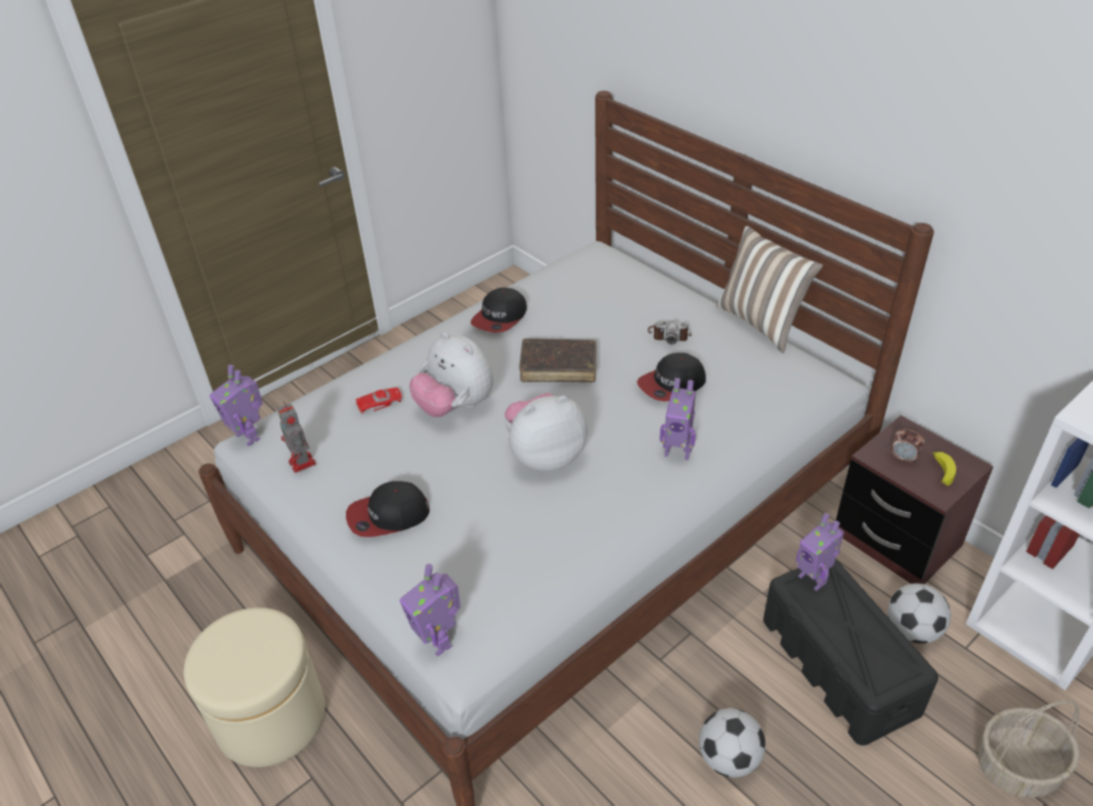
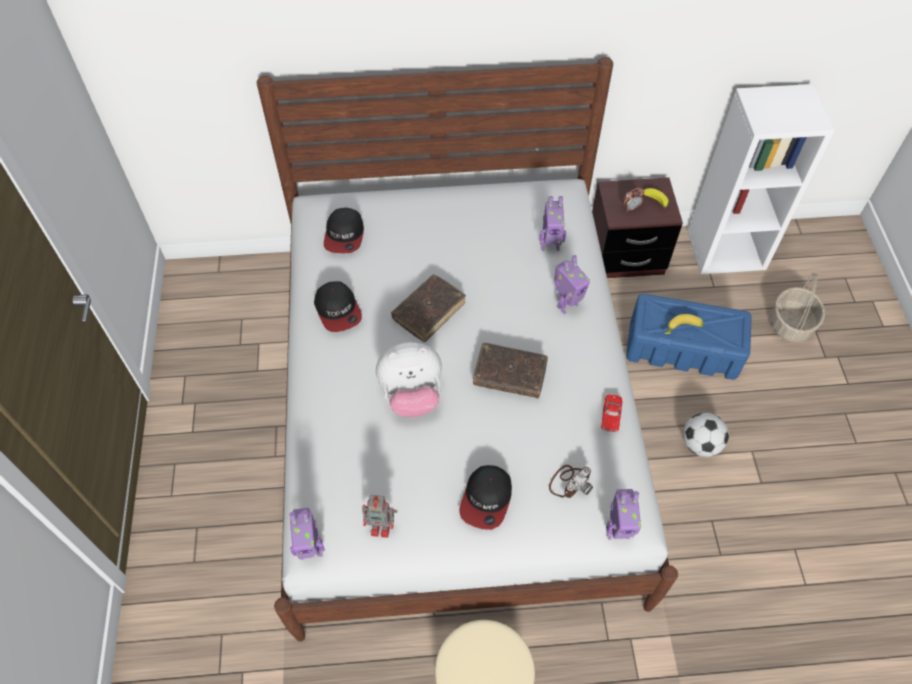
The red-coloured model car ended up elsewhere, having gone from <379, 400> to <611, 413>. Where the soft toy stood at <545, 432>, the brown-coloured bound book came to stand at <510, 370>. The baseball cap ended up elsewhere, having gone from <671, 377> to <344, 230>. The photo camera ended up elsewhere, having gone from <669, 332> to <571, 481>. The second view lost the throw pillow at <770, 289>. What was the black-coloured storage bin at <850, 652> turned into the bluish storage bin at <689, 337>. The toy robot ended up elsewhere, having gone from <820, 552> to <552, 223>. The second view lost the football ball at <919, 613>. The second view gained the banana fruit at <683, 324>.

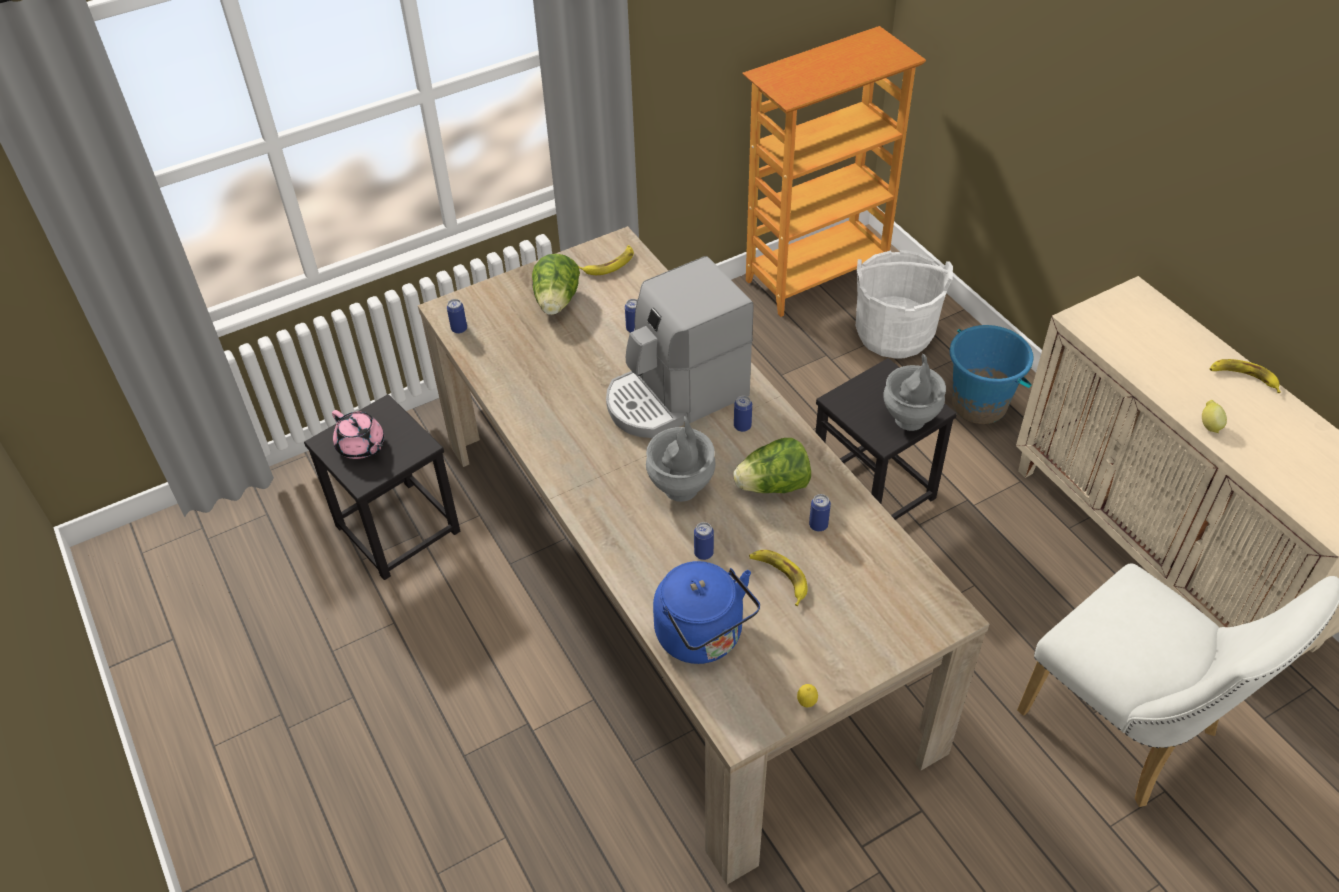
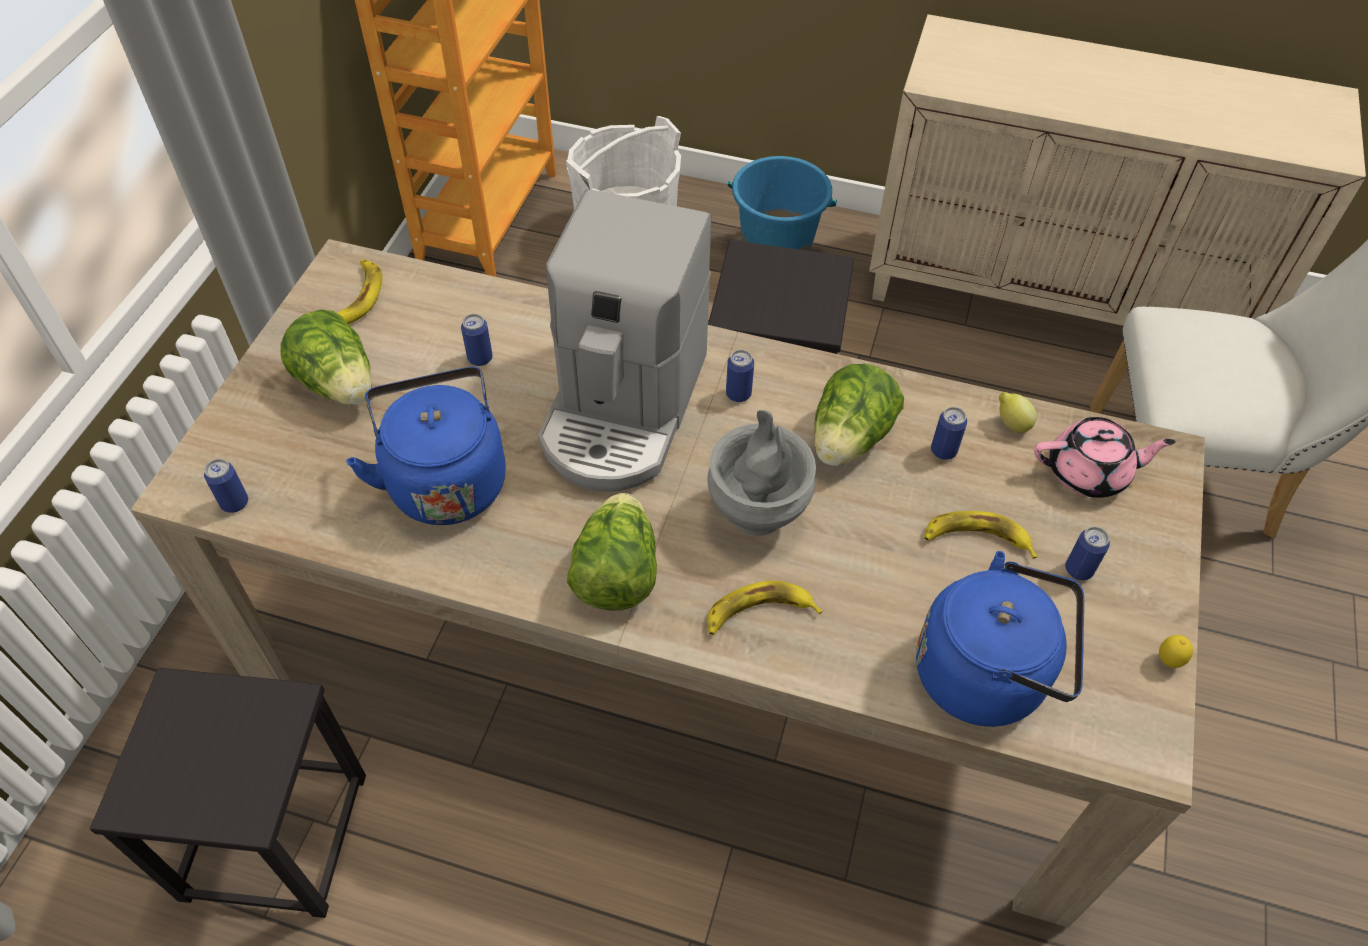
The pinkish tea pot ended up elsewhere, having gone from <358, 434> to <1105, 457>. The metal can ended up elsewhere, having gone from <704, 541> to <1087, 553>. The second view lost the grey vase at <914, 392>. The whole lemon ended up elsewhere, having gone from <1214, 416> to <1018, 412>. The banana fruit ended up elsewhere, having gone from <1245, 376> to <765, 608>. The second view gained the bluish kettle at <426, 446>. The second view gained the lettuce head at <612, 552>.

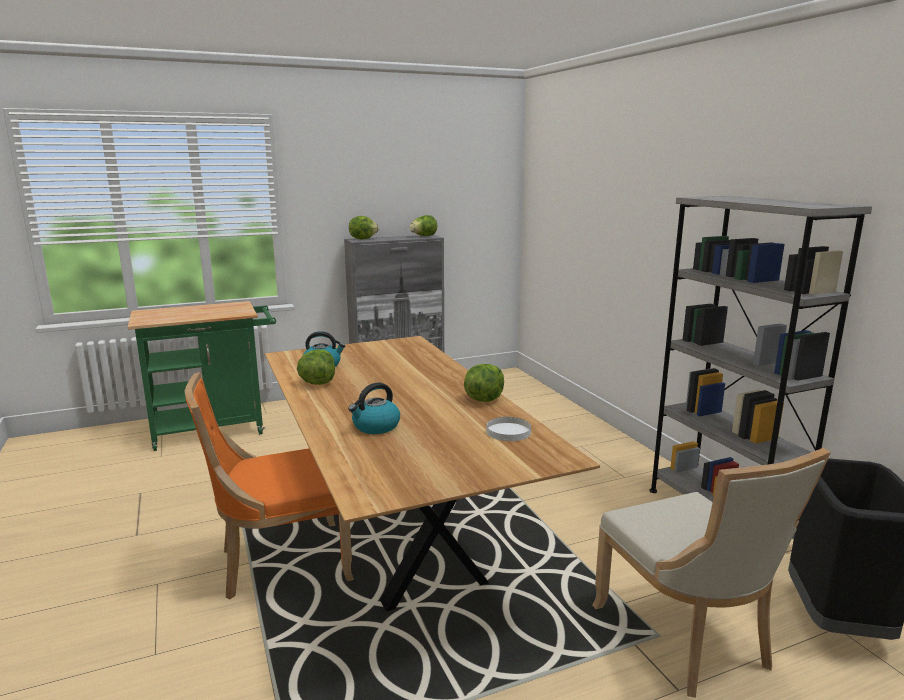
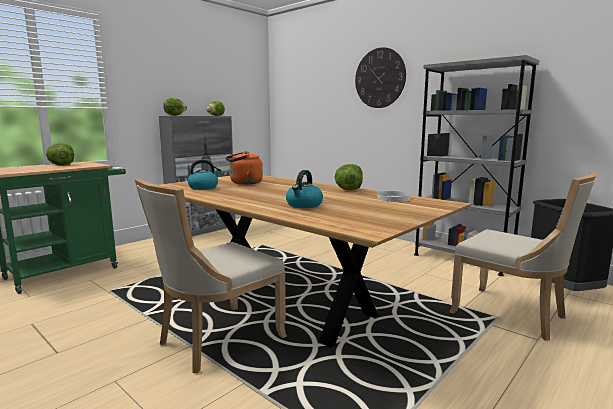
What was the orangey chair at <269, 486> turned into the beige-coloured chair at <211, 276>. The lettuce head ended up elsewhere, having gone from <316, 367> to <60, 154>. The second view gained the orangey kettle at <244, 168>. The second view gained the hanging clock at <380, 77>.

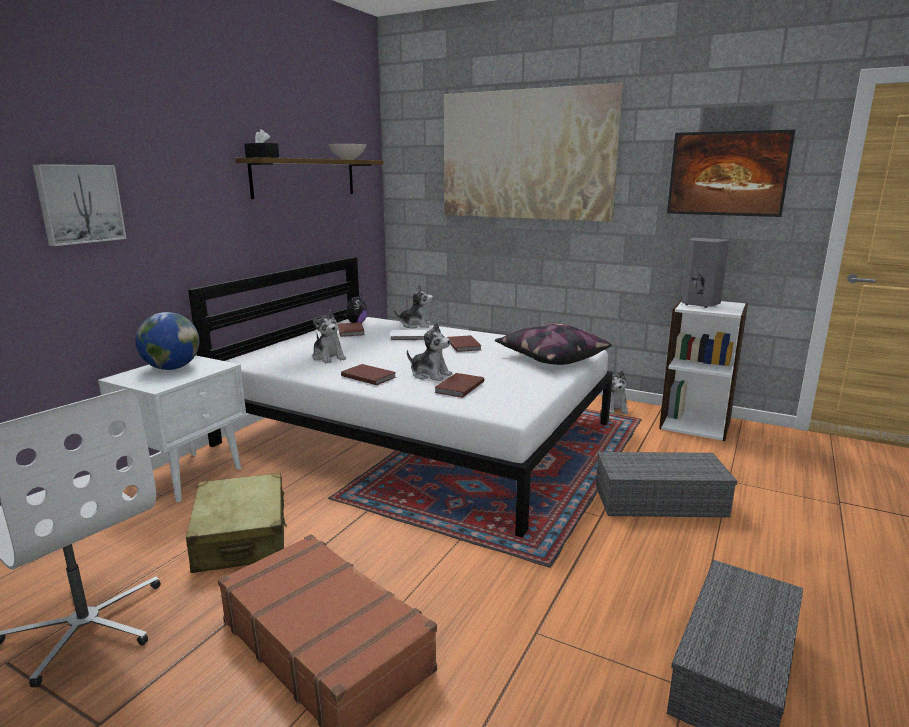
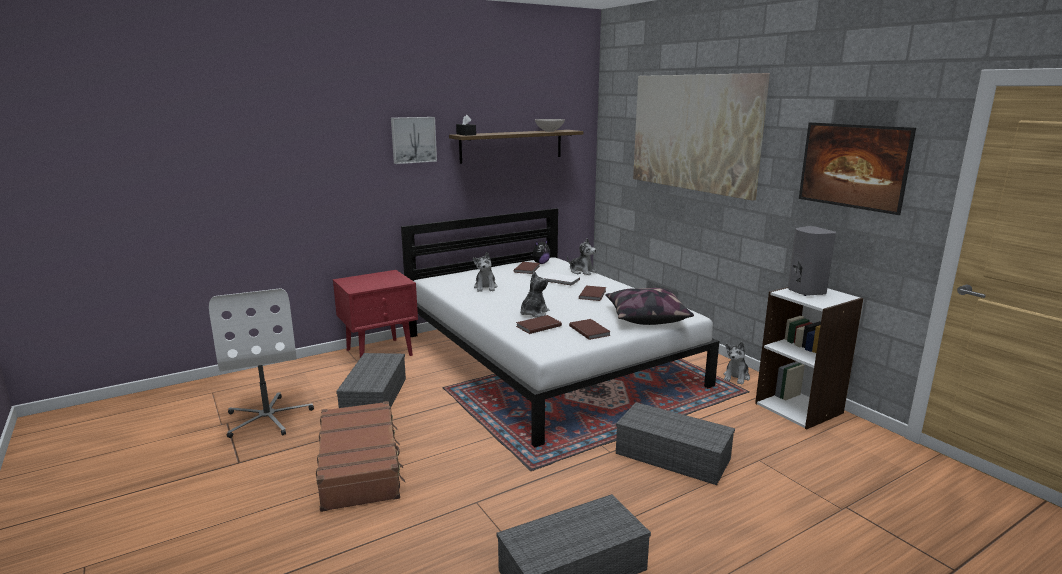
The picture ended up elsewhere, having gone from <79, 205> to <414, 140>. What was the whitish night table at <172, 428> turned into the red-coloured night table at <375, 314>. The second view lost the world globe at <167, 341>. Where the beige-coloured piece of luggage stood at <236, 523>, the grey storage bin came to stand at <371, 380>. The brown-coloured bound book ended up elsewhere, having gone from <368, 374> to <590, 329>. The soft toy at <430, 352> ended up facing another way, 120 degrees counterclockwise from before.

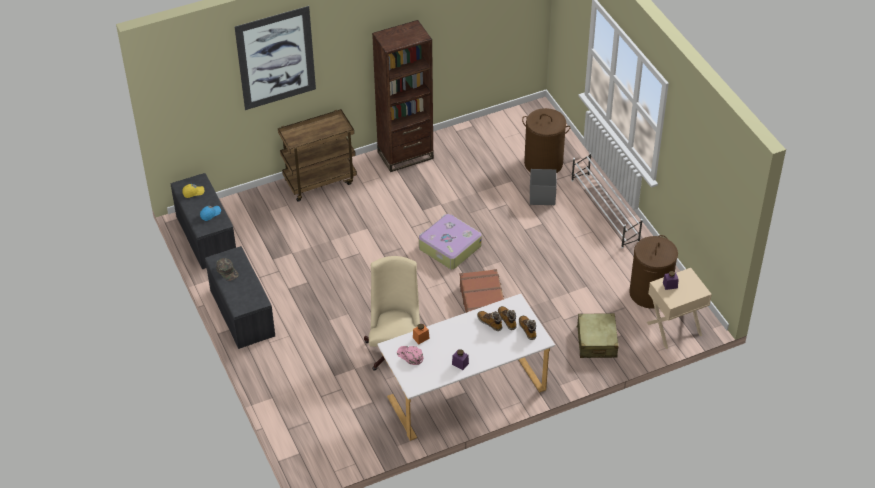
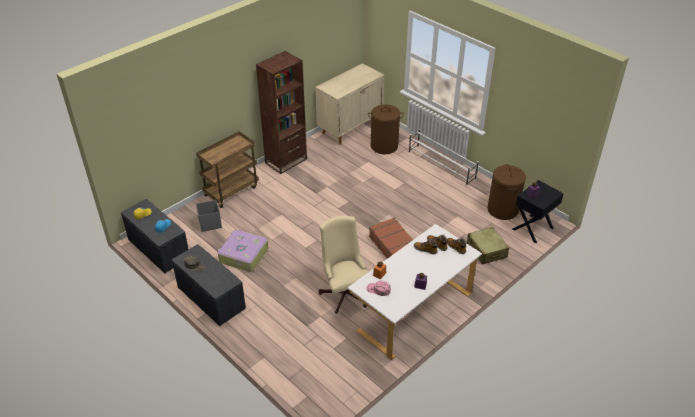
The second view lost the picture at <275, 58>. The piece of luggage ended up elsewhere, having gone from <450, 241> to <243, 251>. The grey storage bin ended up elsewhere, having gone from <543, 187> to <209, 216>. What was the beige-coloured night table at <679, 308> turned into the black-coloured night table at <538, 211>. The second view gained the beige-coloured cupboard at <349, 104>.

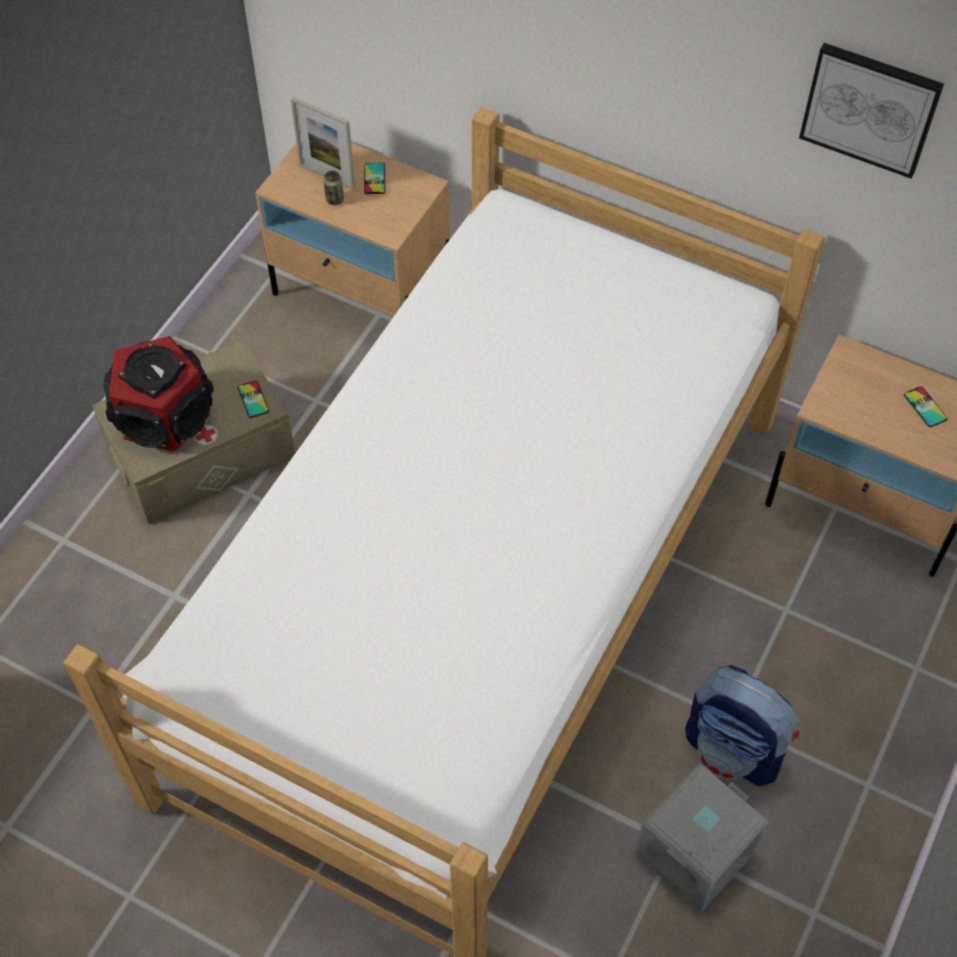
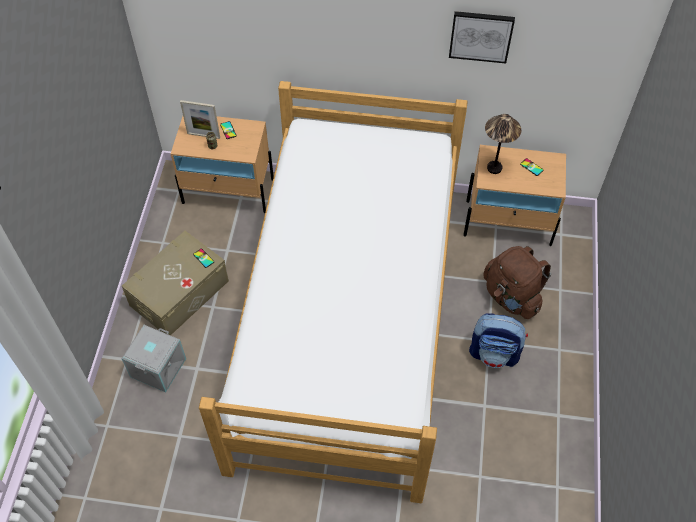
The second view lost the audio speaker at <158, 394>. The grey storage bin ended up elsewhere, having gone from <702, 838> to <154, 358>. The second view gained the brown-coloured rucksack at <517, 282>. The second view gained the table lamp at <503, 144>.

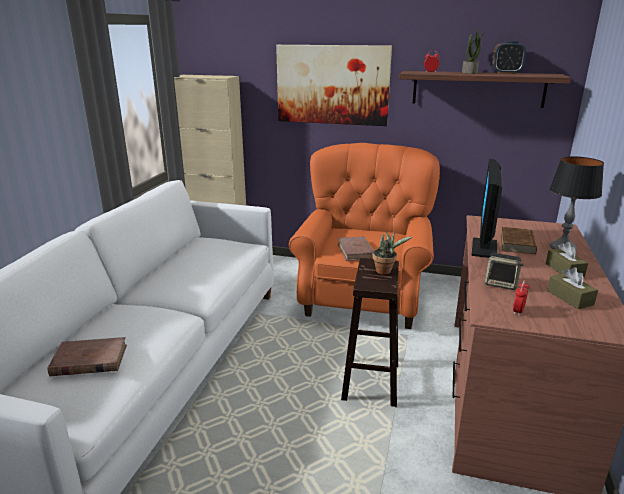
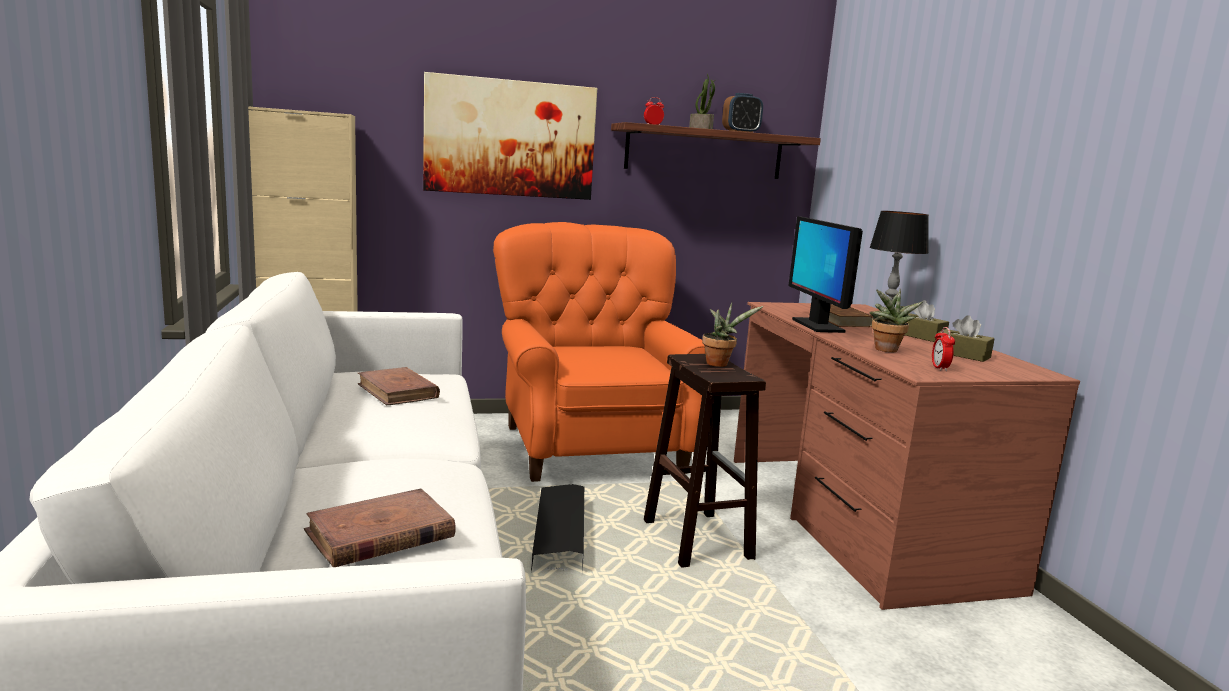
The brown-coloured bound book ended up elsewhere, having gone from <356, 248> to <399, 386>. Where the audio speaker stood at <504, 271>, the potted plant came to stand at <896, 320>. The second view gained the black-coloured storage bin at <557, 529>.

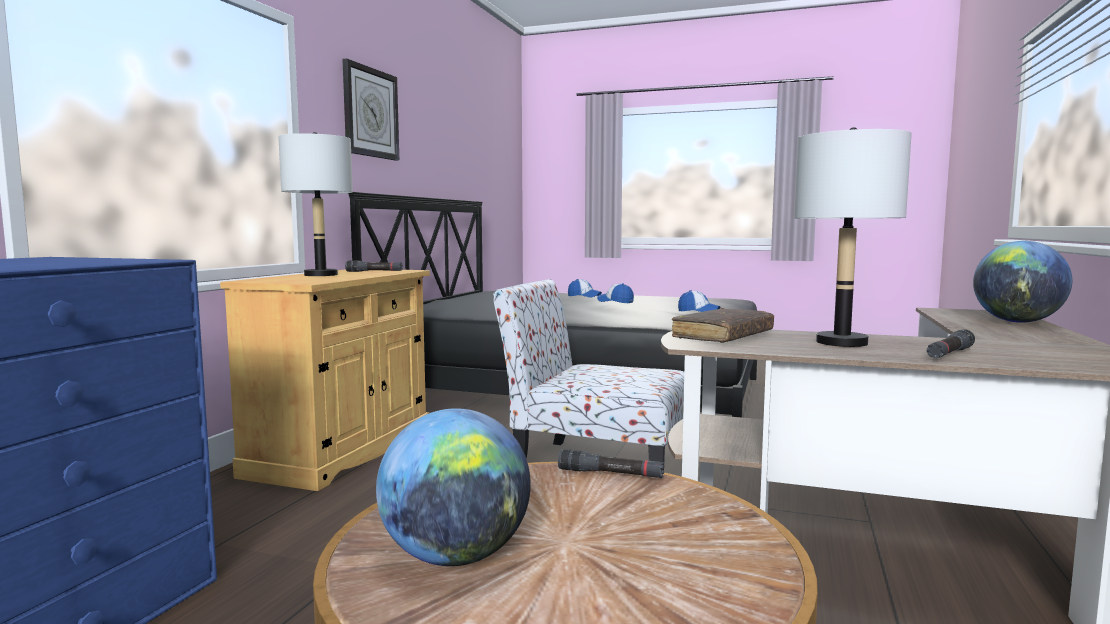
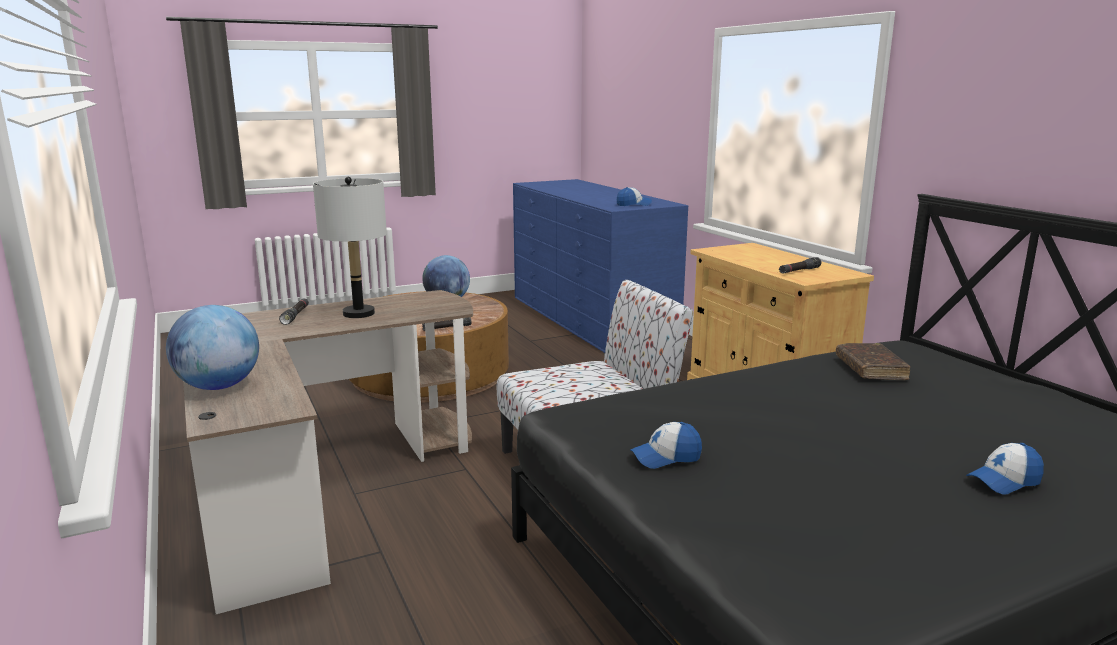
The second view lost the grey table lamp at <315, 204>. The second view lost the hanging clock at <370, 109>. The baseball cap ended up elsewhere, having gone from <615, 293> to <634, 196>. The brown-coloured bound book ended up elsewhere, having gone from <723, 325> to <873, 361>.

